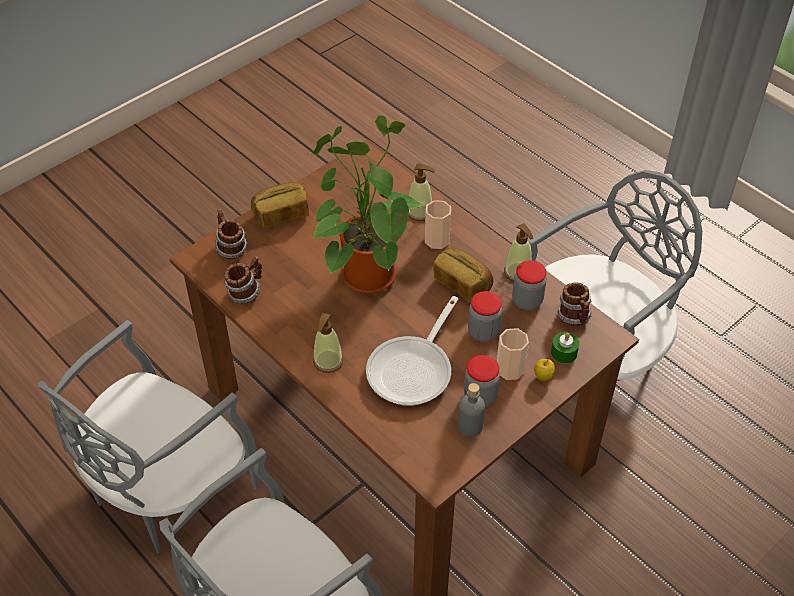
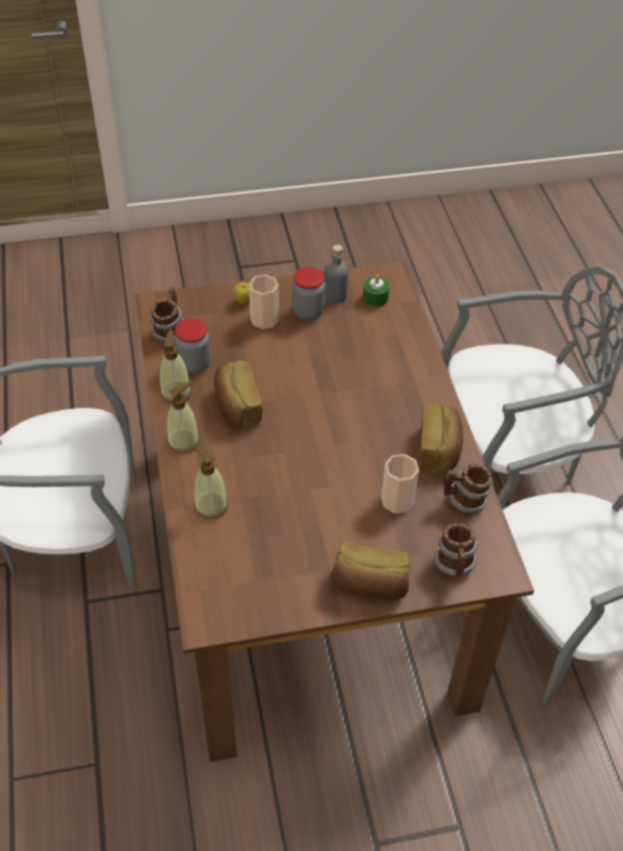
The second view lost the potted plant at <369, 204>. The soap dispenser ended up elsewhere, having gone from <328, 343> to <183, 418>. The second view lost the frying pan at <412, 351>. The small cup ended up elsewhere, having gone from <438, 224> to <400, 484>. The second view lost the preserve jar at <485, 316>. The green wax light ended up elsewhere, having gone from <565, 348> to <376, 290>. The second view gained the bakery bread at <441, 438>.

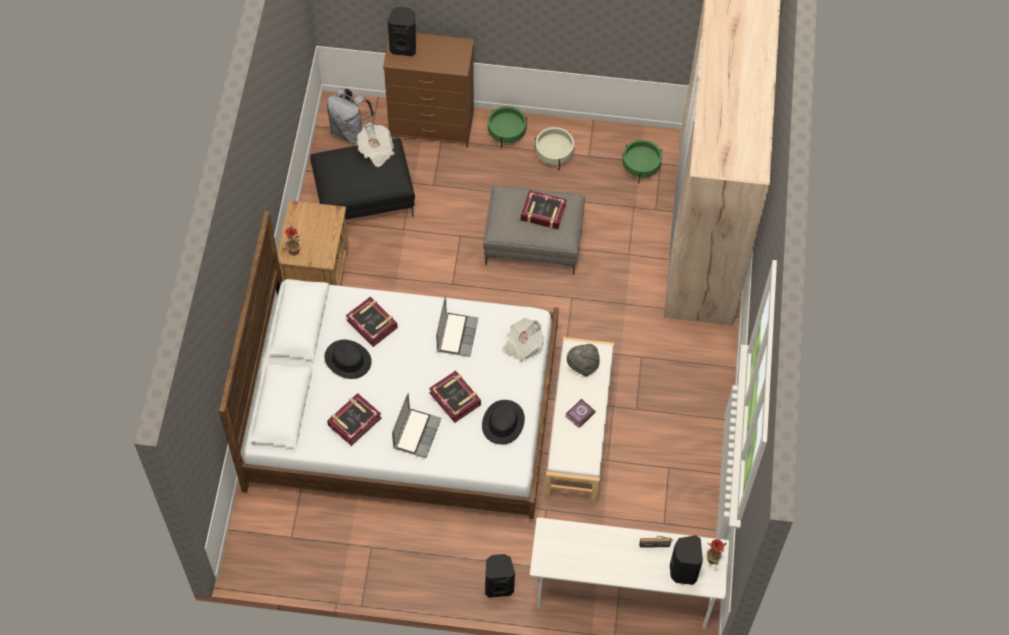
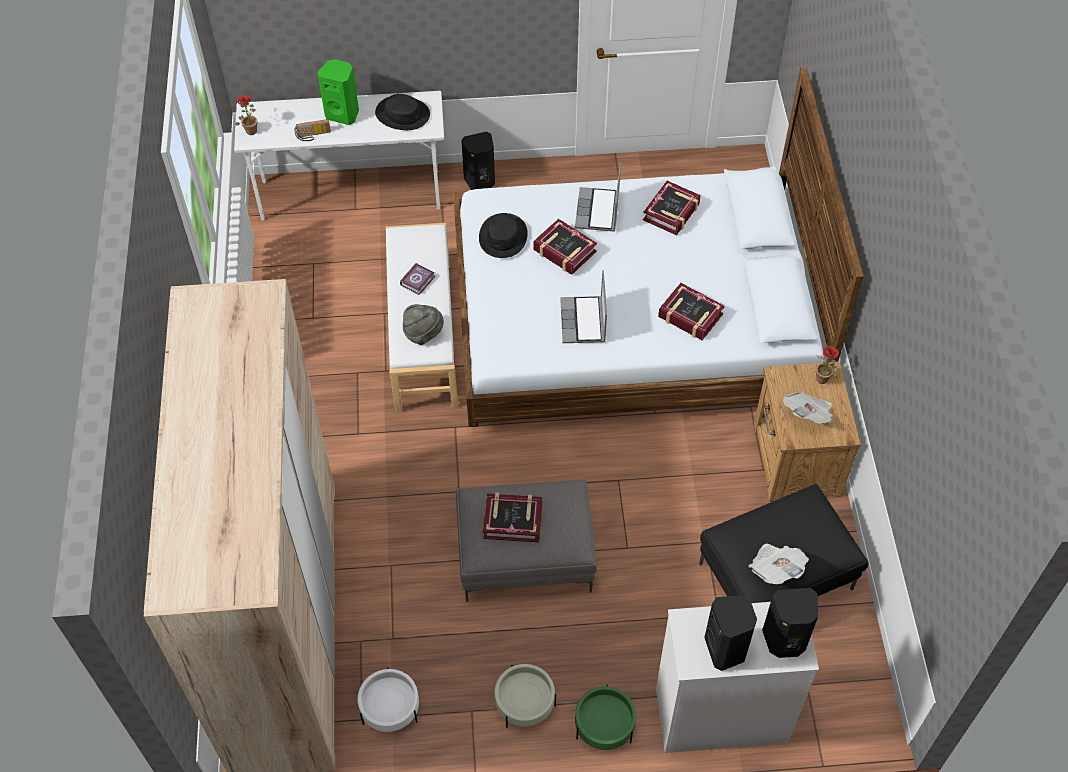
The black-coloured wearable hat ended up elsewhere, having gone from <348, 359> to <402, 112>. The second view lost the grey rucksack at <350, 116>. What was the brown-coloured chest of drawers at <428, 90> turned into the whitish chest of drawers at <737, 677>. The printed paper ended up elsewhere, having gone from <523, 340> to <808, 407>. What was the green flower pot at <642, 161> turned into the whitish flower pot at <388, 699>. The black-coloured audio speaker ended up elsewhere, having gone from <686, 560> to <730, 633>. The second view gained the green audio speaker at <338, 92>.

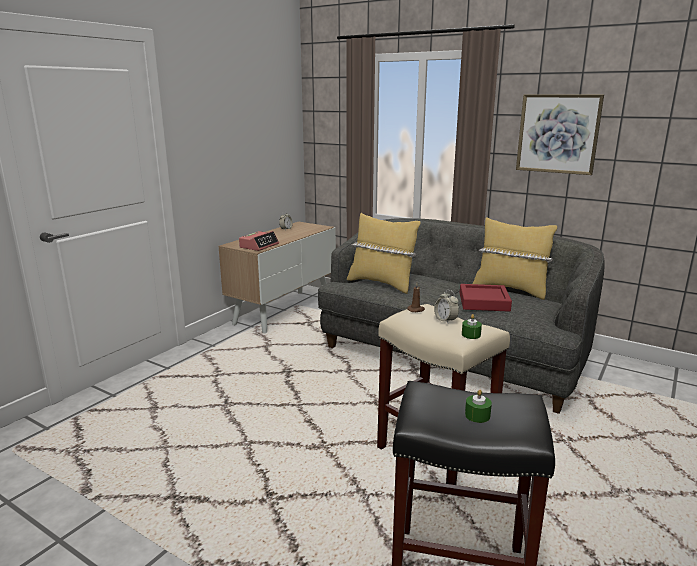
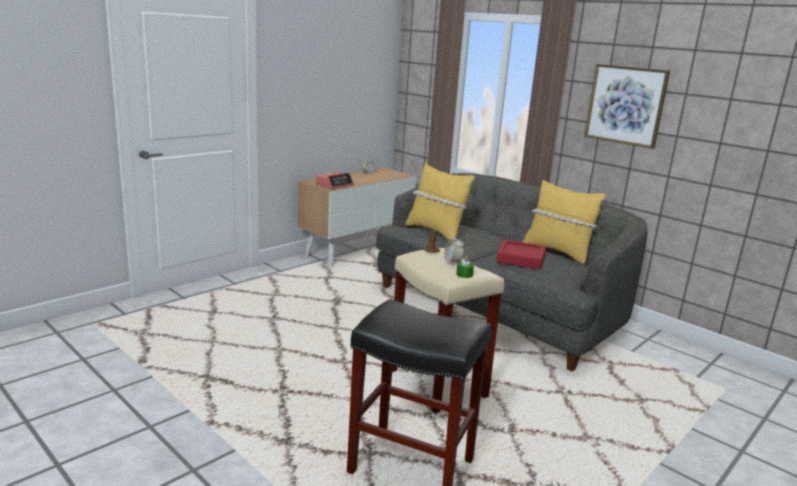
The second view lost the green wax light at <478, 406>.

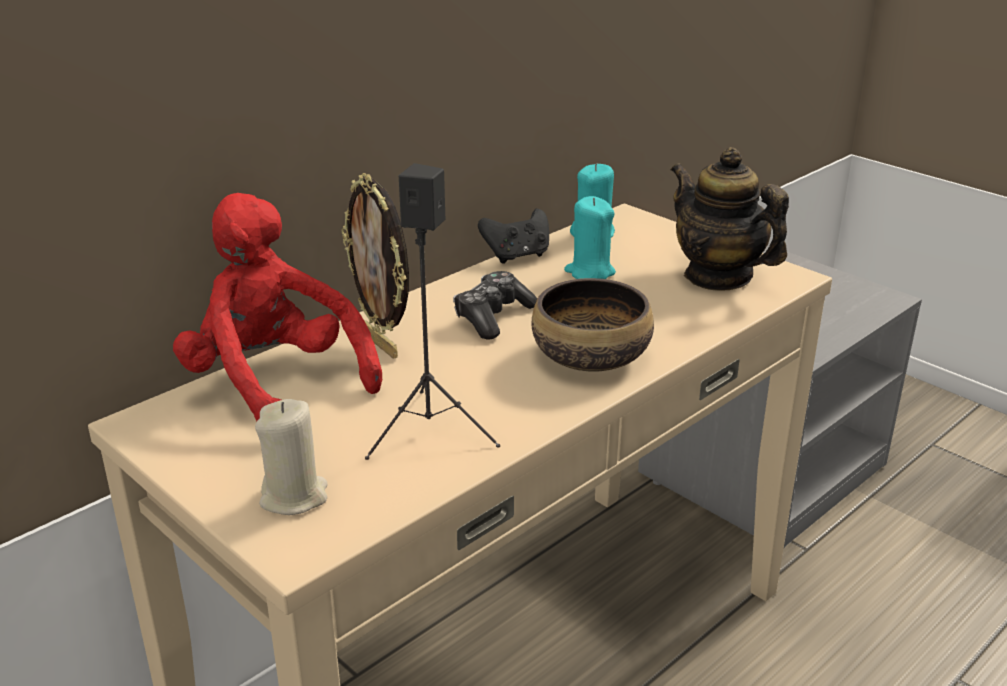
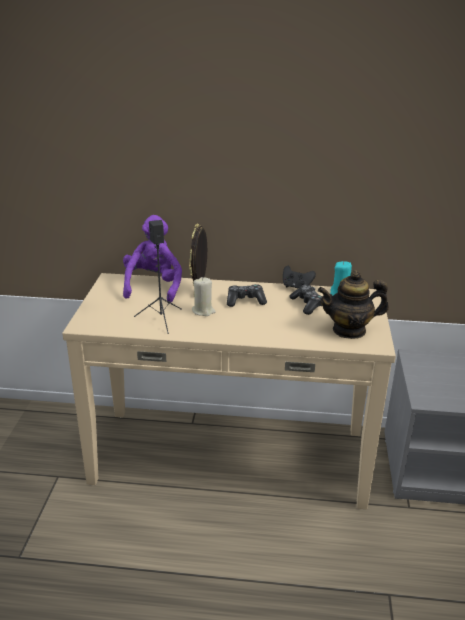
What was the red-coloured soft toy at <277, 307> turned into the purple soft toy at <152, 259>. The beige-coloured wax light ended up elsewhere, having gone from <291, 457> to <204, 296>. The second view lost the serving bowl at <593, 325>. Where the turquoise wax light stood at <590, 237>, the game controller came to stand at <306, 300>. The tea pot at <730, 219> ended up facing another way, 105 degrees counterclockwise from before.

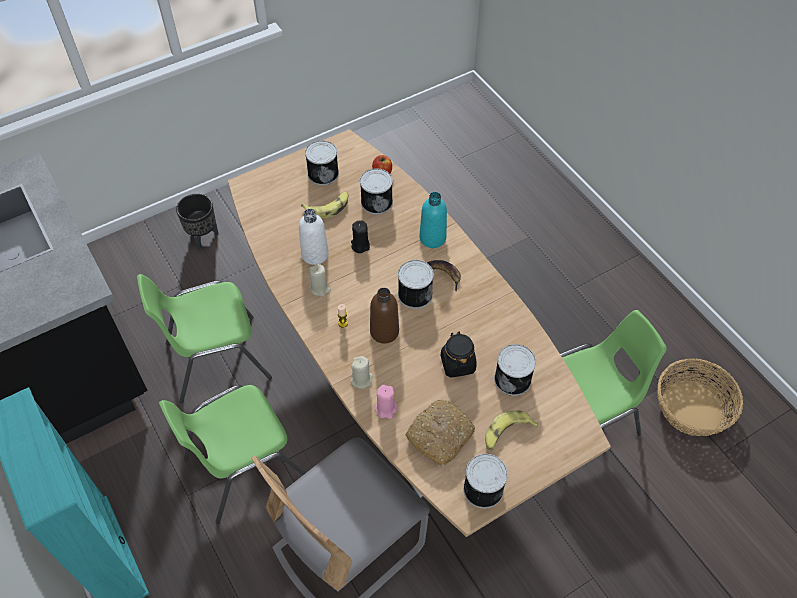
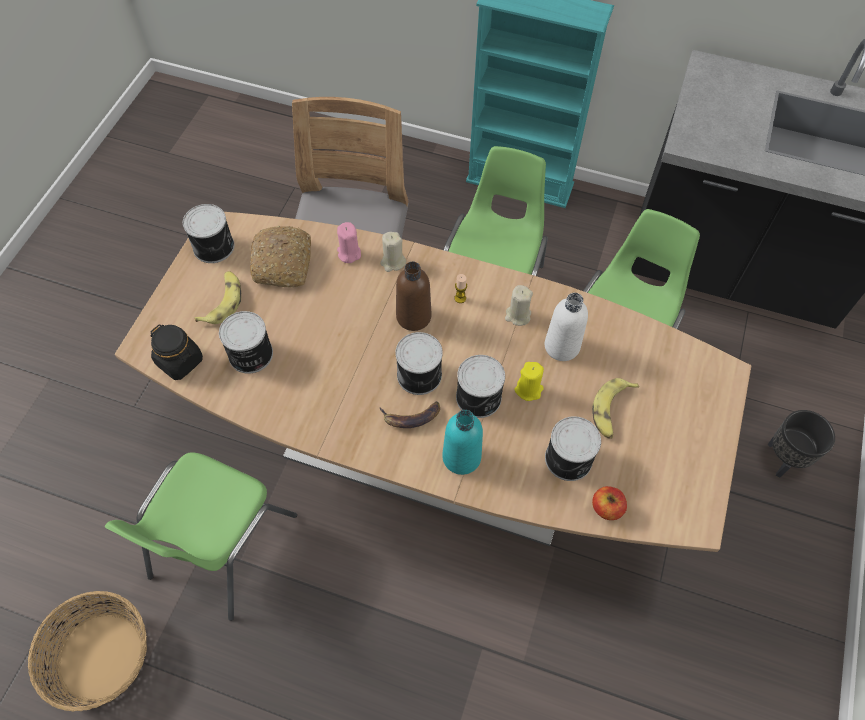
The metal can ended up elsewhere, having gone from <322, 162> to <480, 386>. What was the black-coloured wax light at <360, 236> turned into the yellow wax light at <529, 381>. The black-coloured preserve jar ended up elsewhere, having gone from <459, 355> to <176, 352>.

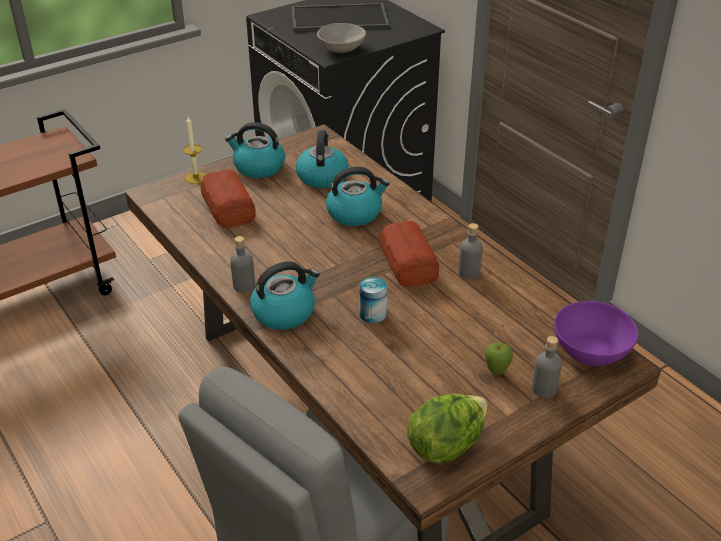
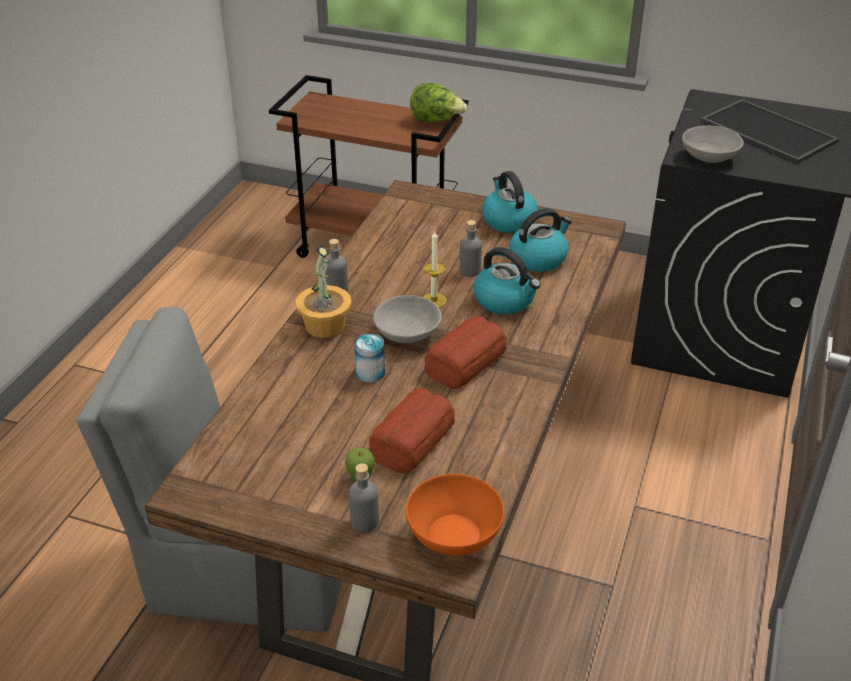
The wax light ended up elsewhere, having gone from <194, 150> to <435, 269>. The bakery bread ended up elsewhere, having gone from <228, 198> to <412, 431>. Where the kettle stood at <285, 295>, the potted plant came to stand at <324, 291>. The lettuce head ended up elsewhere, having gone from <447, 429> to <438, 103>. The grey drink bottle ended up elsewhere, having gone from <471, 251> to <471, 248>. What was the purple serving bowl at <596, 333> turned into the orangey serving bowl at <455, 515>. The second view gained the grey serving bowl at <407, 319>.

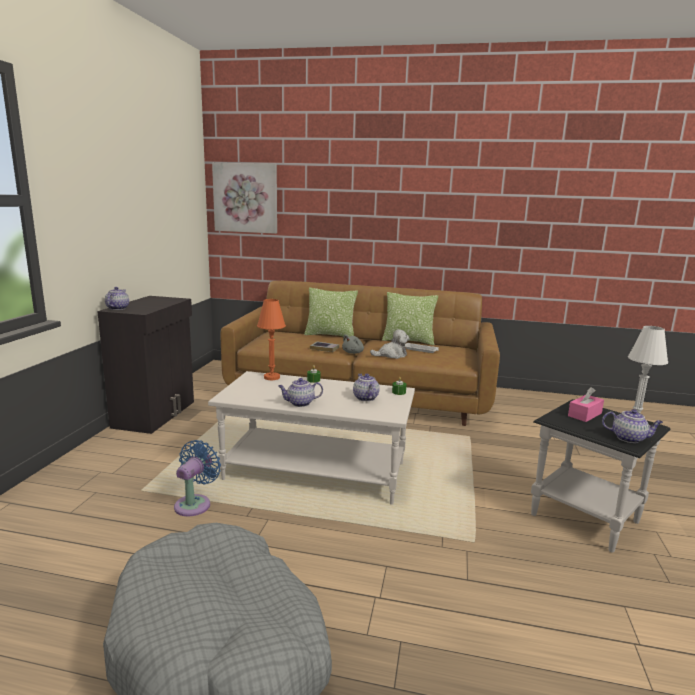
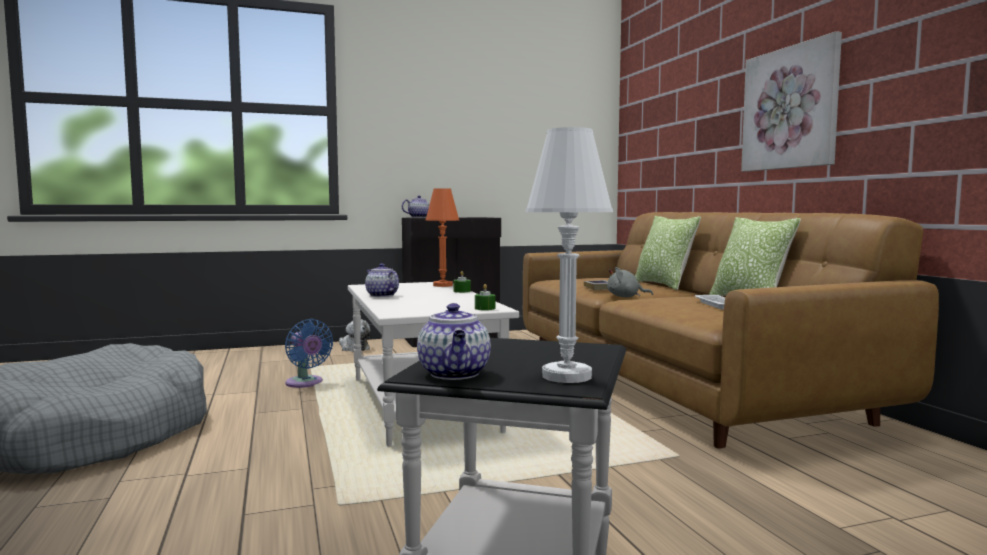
The bluish electric fan at <197, 478> ended up facing another way, 60 degrees clockwise from before. The picture ended up elsewhere, having gone from <244, 198> to <791, 101>. The second view lost the tea pot at <366, 387>. The soft toy ended up elsewhere, having gone from <390, 344> to <355, 335>. The second view lost the pinkish tissue holder at <586, 404>.

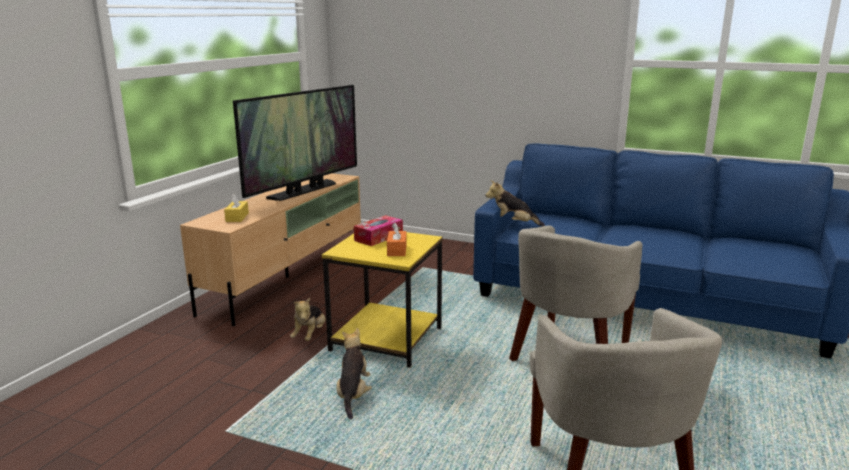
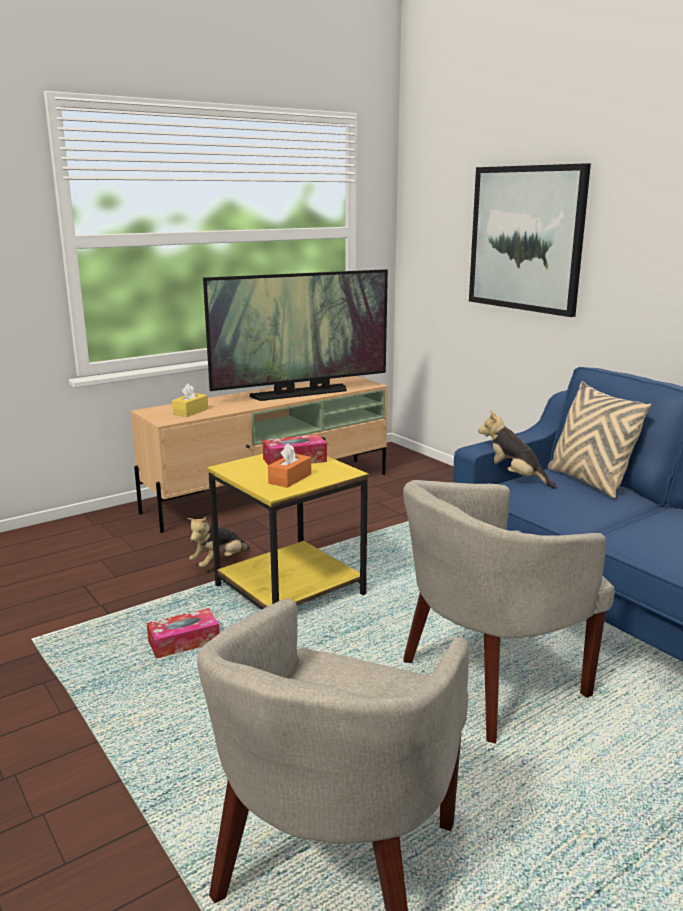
Where the soft toy stood at <354, 373>, the tissue holder came to stand at <183, 633>. The second view gained the picture at <530, 240>. The second view gained the beige-coloured throw pillow at <600, 439>.

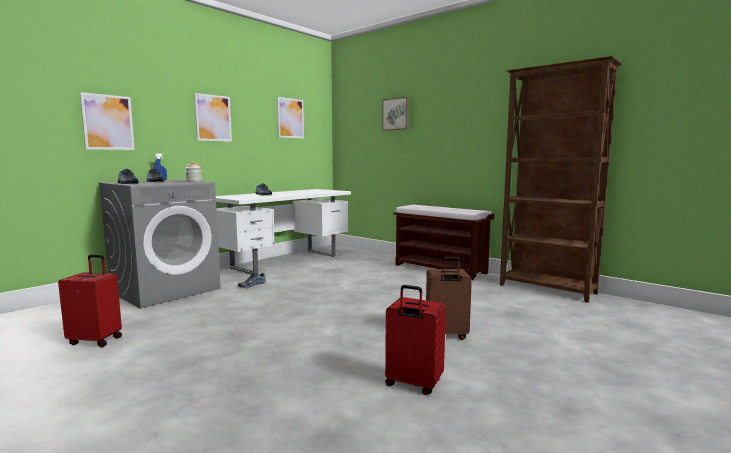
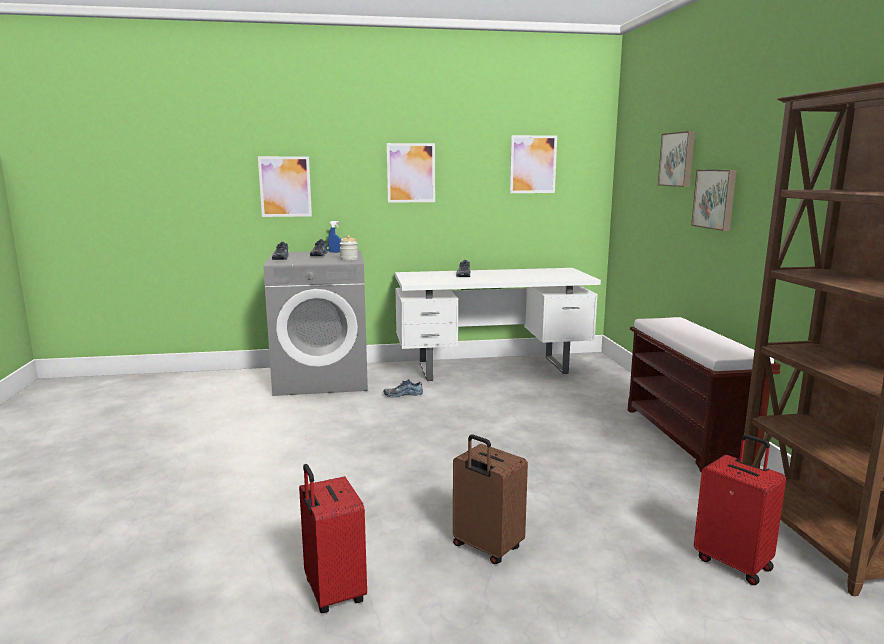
The red-coloured piece of luggage ended up elsewhere, having gone from <90, 301> to <740, 509>. The second view gained the picture at <714, 200>.

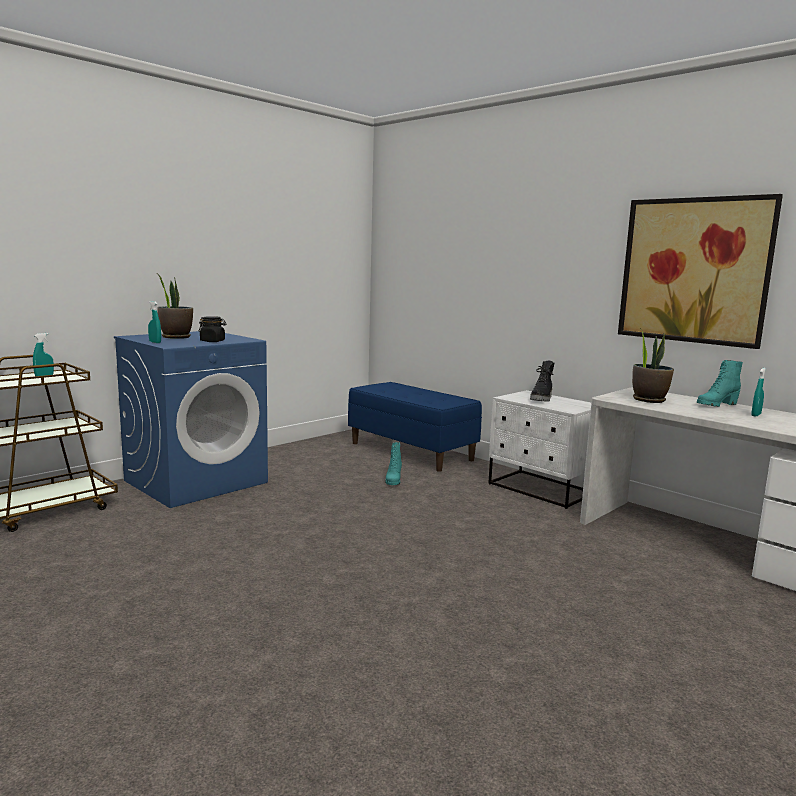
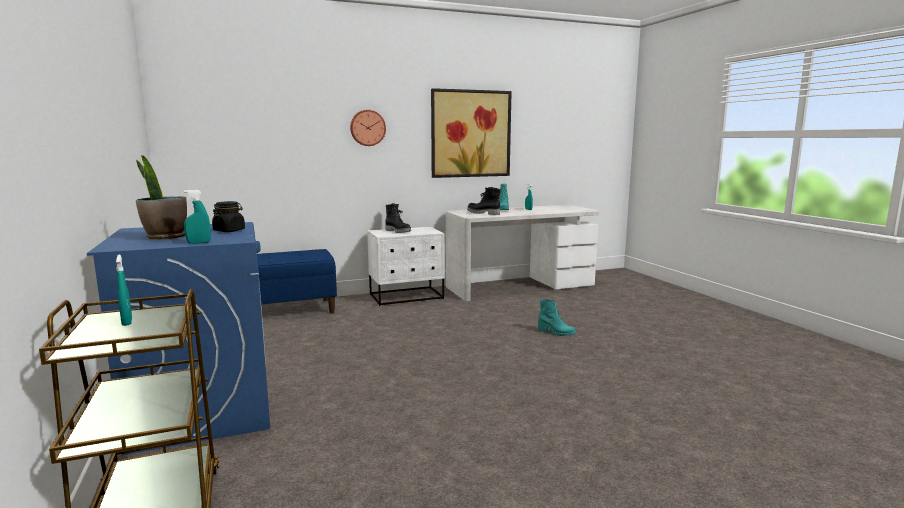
The turquoise boot ended up elsewhere, having gone from <393, 463> to <557, 317>. Where the potted plant stood at <653, 365>, the black-coloured boot came to stand at <484, 201>. The second view gained the hanging clock at <368, 128>.

